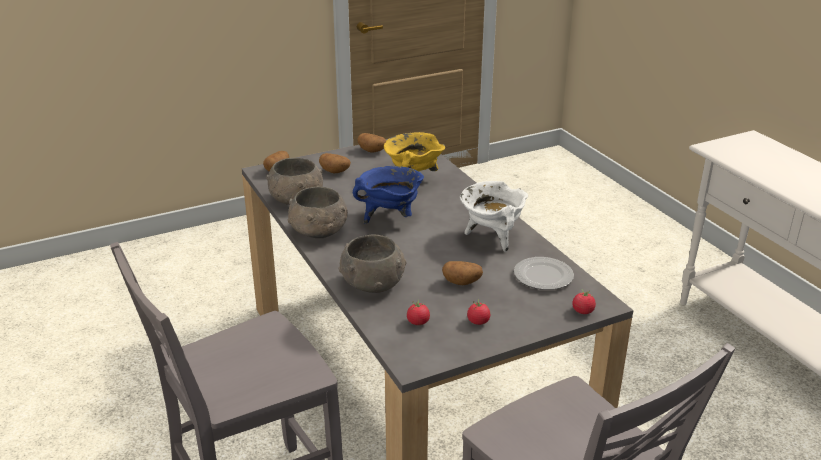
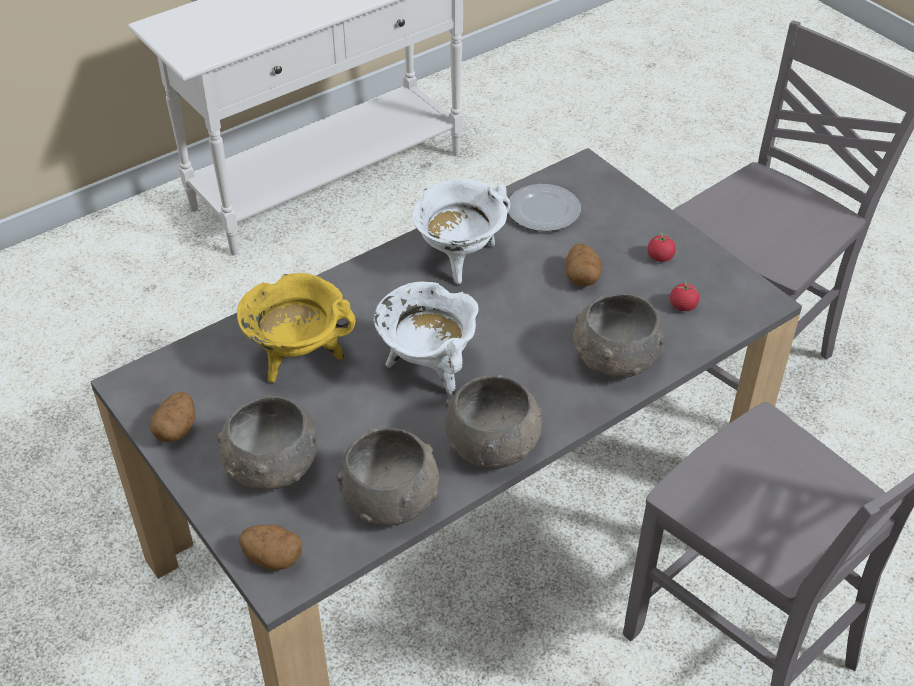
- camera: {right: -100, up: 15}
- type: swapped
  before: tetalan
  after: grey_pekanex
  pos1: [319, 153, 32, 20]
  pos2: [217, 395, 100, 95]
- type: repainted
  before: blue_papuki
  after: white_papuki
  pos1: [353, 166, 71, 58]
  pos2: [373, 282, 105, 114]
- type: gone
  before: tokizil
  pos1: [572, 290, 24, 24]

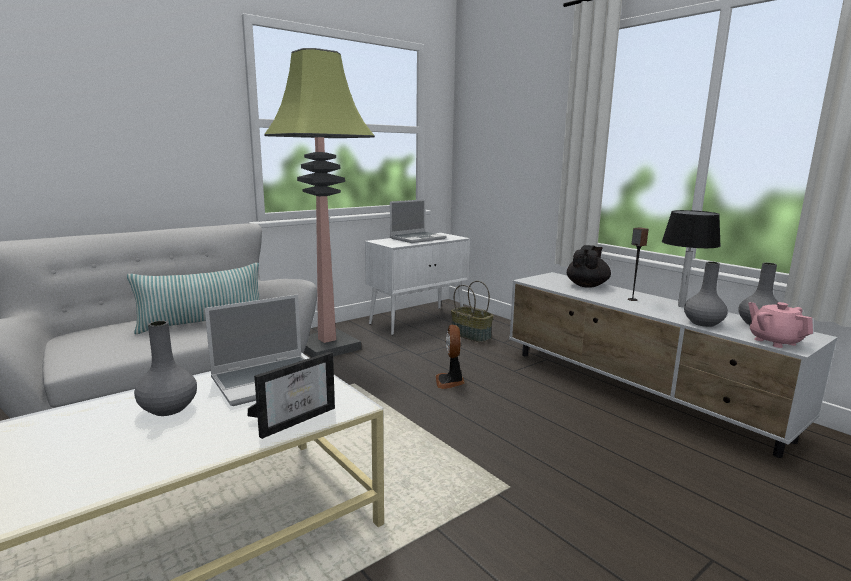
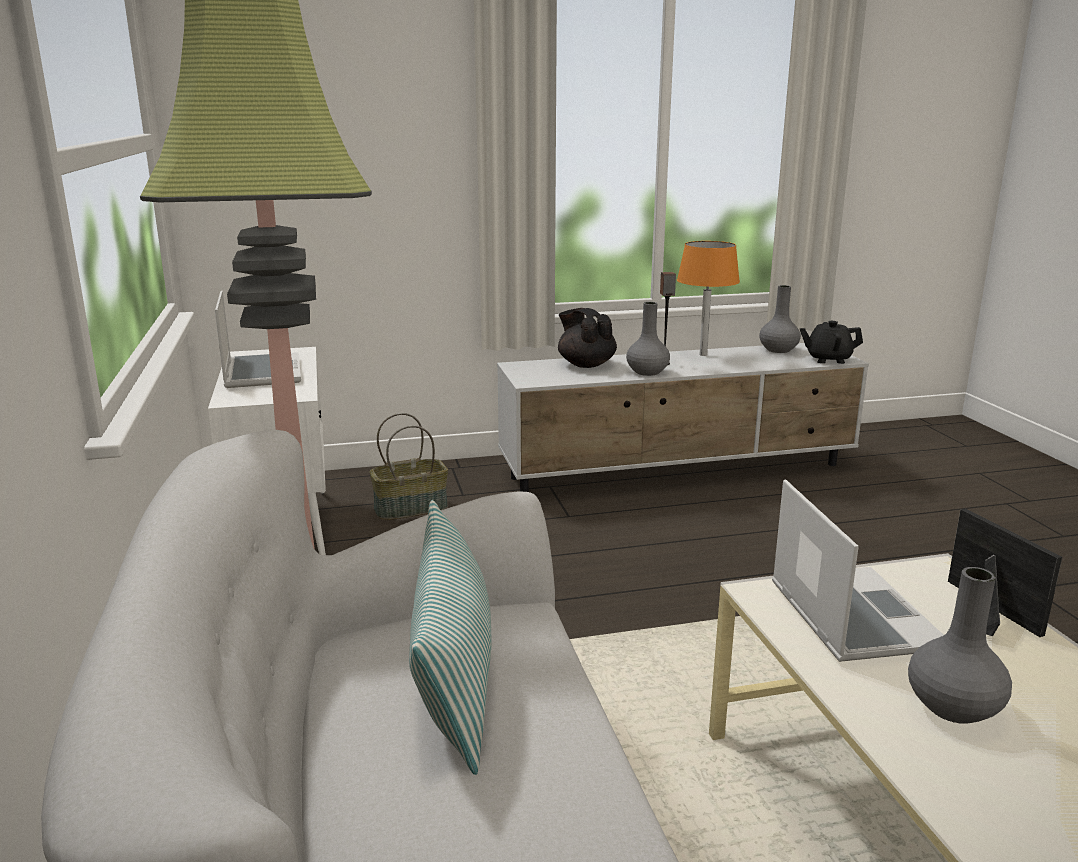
- camera: {right: -65, up: 5}
- type: repainted
  before: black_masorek
  after: orange_masorek
  pos1: [662, 210, 59, 97]
  pos2: [677, 241, 63, 115]
- type: shifted
  before: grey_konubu
  pos1: [684, 261, 44, 66]
  pos2: [626, 302, 44, 74]
- type: repainted
  before: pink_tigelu
  after: black_tigelu
  pos1: [748, 302, 65, 46]
  pos2: [800, 321, 63, 43]
- type: gone
  before: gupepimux
  pos1: [436, 325, 29, 64]

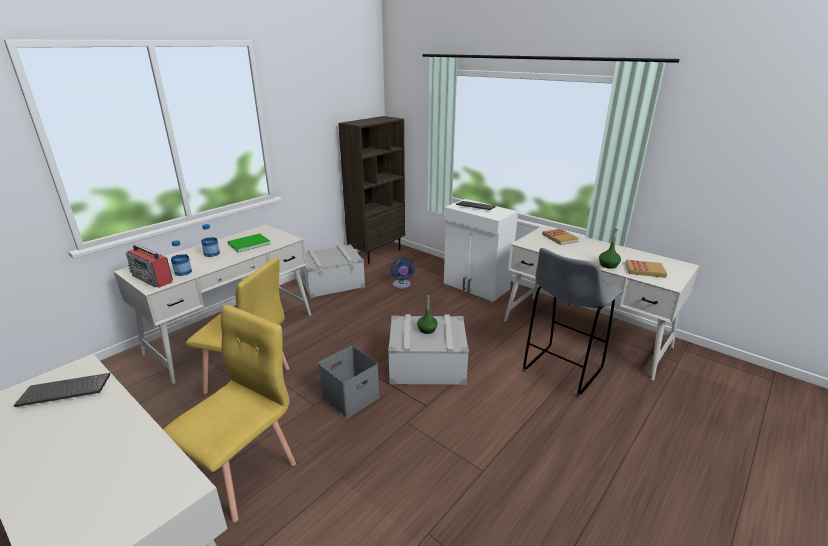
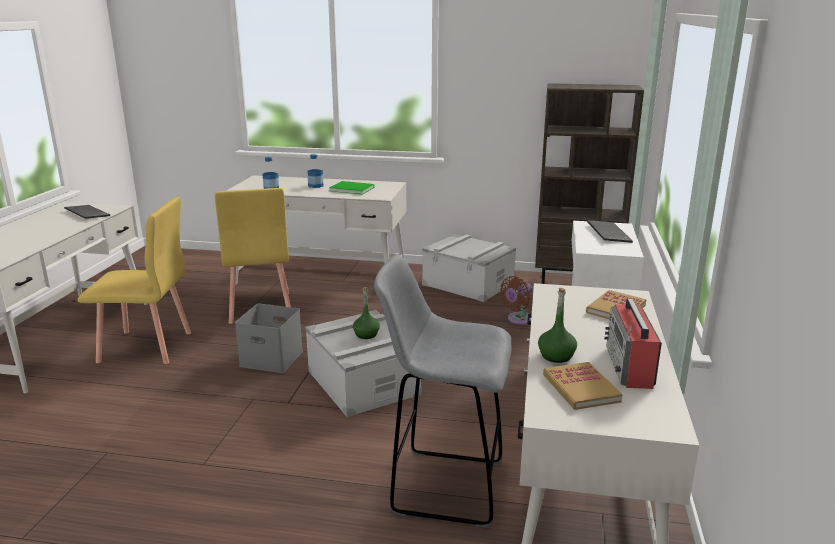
- camera: {right: 60, up: -5}
- type: shifted
  before: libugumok
  pos1: [126, 244, 47, 44]
  pos2: [604, 298, 58, 91]
- type: repainted
  before: blue_gupepimux
  after: brown_gupepimux
  pos1: [390, 257, 25, 32]
  pos2: [500, 276, 33, 49]

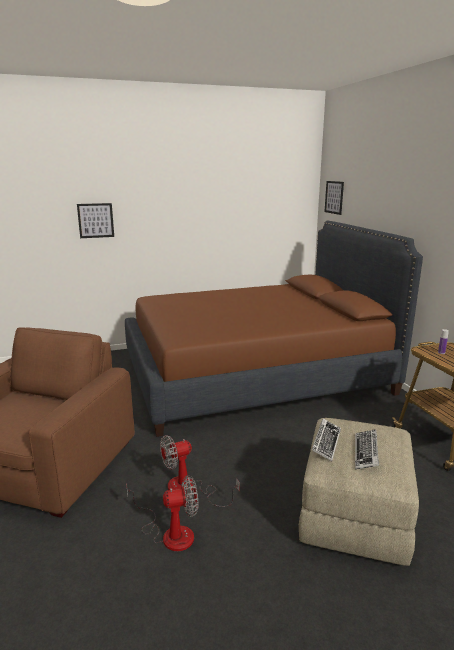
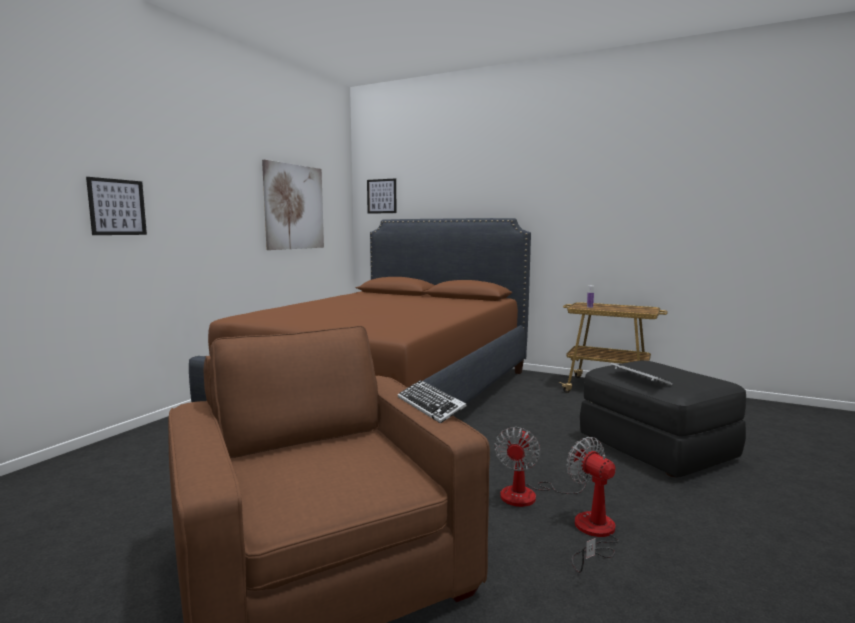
- camera: {right: -45, up: -10}
- type: repainted
  before: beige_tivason
  after: black_tivason
  pos1: [299, 418, 120, 148]
  pos2: [580, 360, 166, 118]
- type: shifted
  before: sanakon
  pos1: [355, 429, 24, 41]
  pos2: [398, 380, 69, 44]
- type: rotated
  before: gupepimux
  pos1: [126, 475, 73, 76]
  pos2: [567, 437, 52, 136]
  turn: -60
- type: new
  after: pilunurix
  pos2: [262, 160, 62, 90]

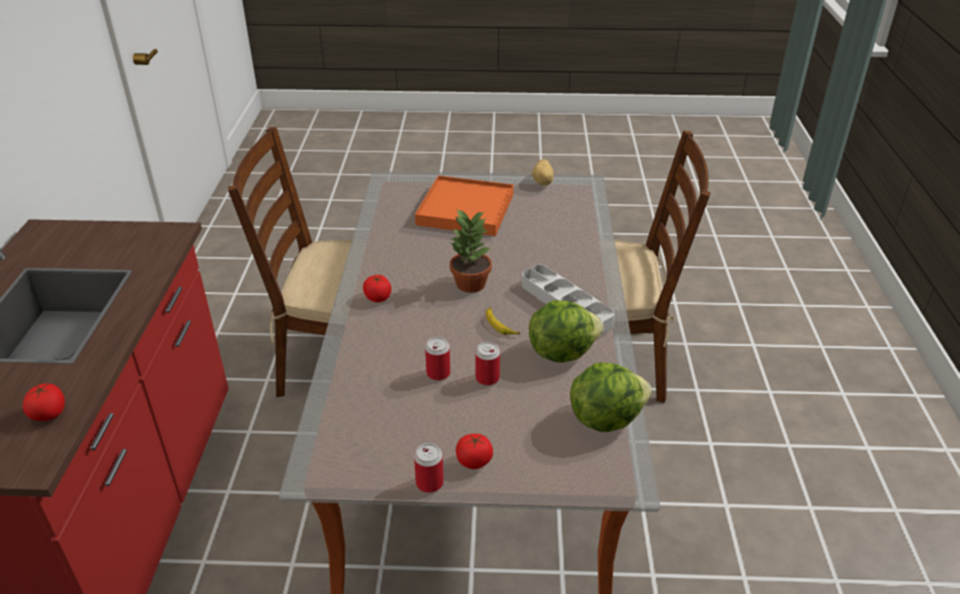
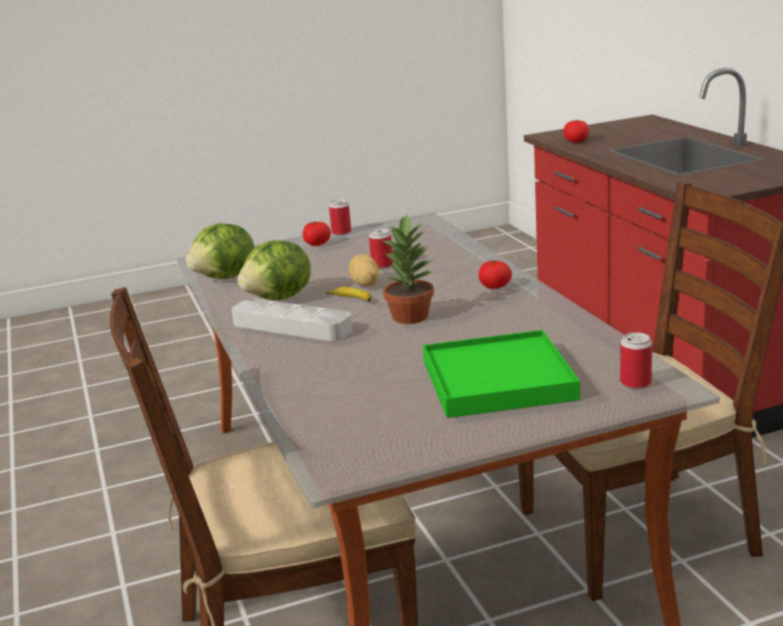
- camera: {right: 160, up: -15}
- type: shifted
  before: tetalan
  pos1: [532, 159, 22, 26]
  pos2: [349, 254, 30, 32]
- type: repainted
  before: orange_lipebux
  after: green_lipebux
  pos1: [415, 175, 99, 61]
  pos2: [423, 330, 157, 88]
- type: shifted
  before: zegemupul
  pos1: [475, 342, 25, 44]
  pos2: [620, 332, 32, 57]

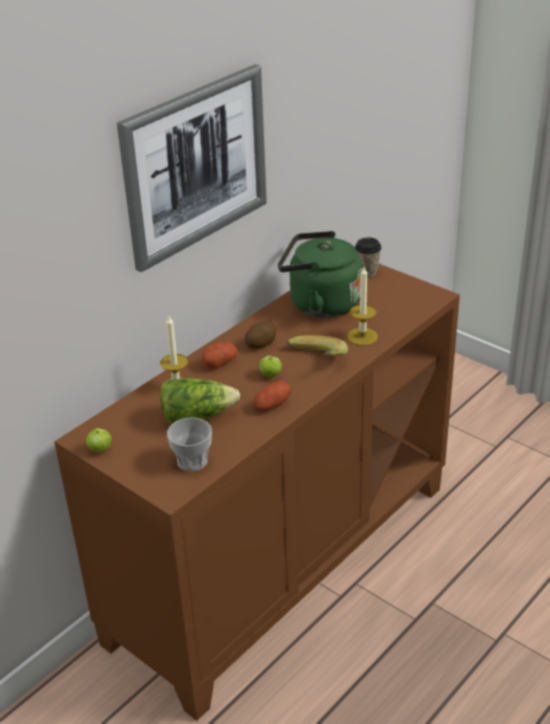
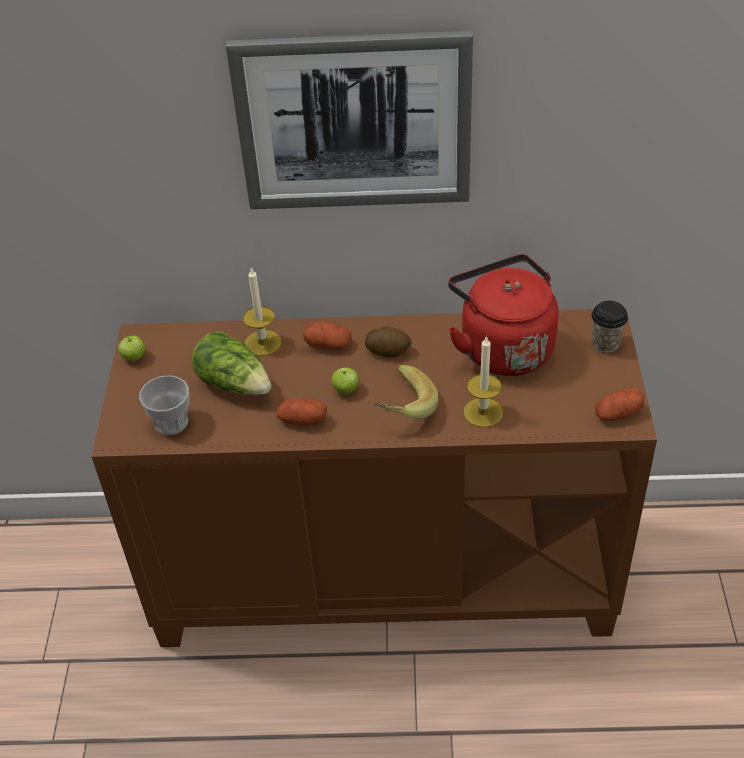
- camera: {right: 50, up: 10}
- type: repainted
  before: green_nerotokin
  after: red_nerotokin
  pos1: [278, 231, 84, 87]
  pos2: [448, 254, 111, 122]
- type: new
  after: tetalan
  pos2: [595, 388, 50, 33]

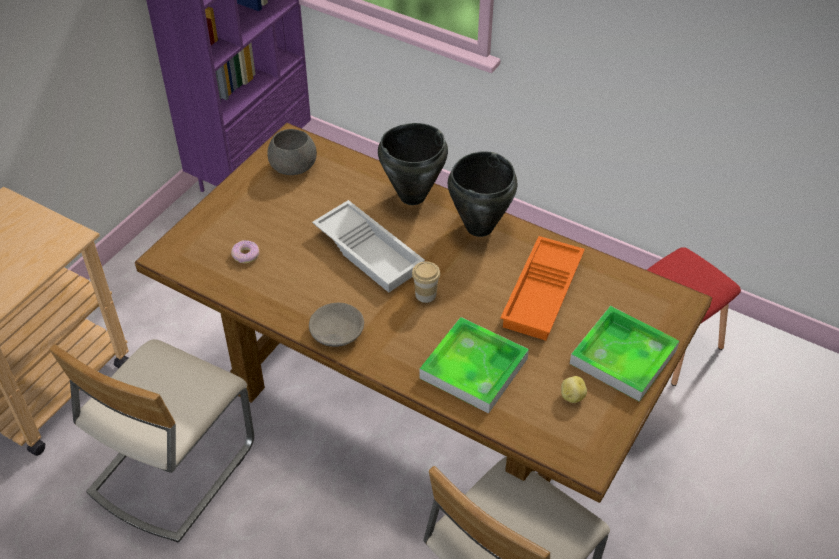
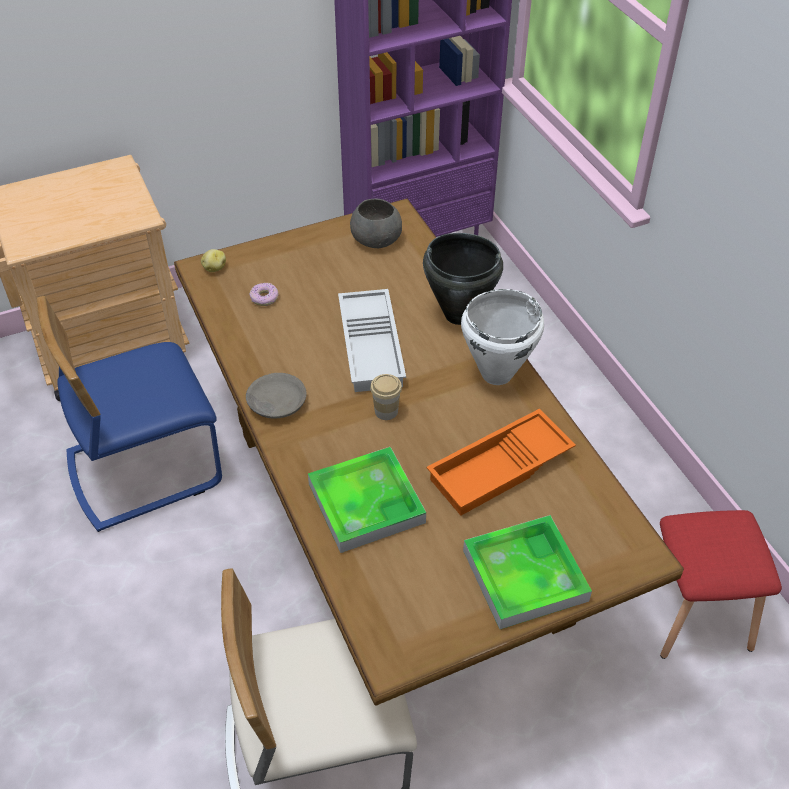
- camera: {right: 35, up: 0}
- type: repainted
  before: black_papuki
  after: white_papuki
  pos1: [448, 151, 69, 86]
  pos2: [461, 289, 83, 96]
- type: repainted
  before: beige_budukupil
  after: blue_budukupil
  pos1: [49, 339, 205, 204]
  pos2: [37, 296, 185, 236]
- type: shifted
  before: tetalan
  pos1: [561, 376, 26, 27]
  pos2: [201, 249, 25, 23]

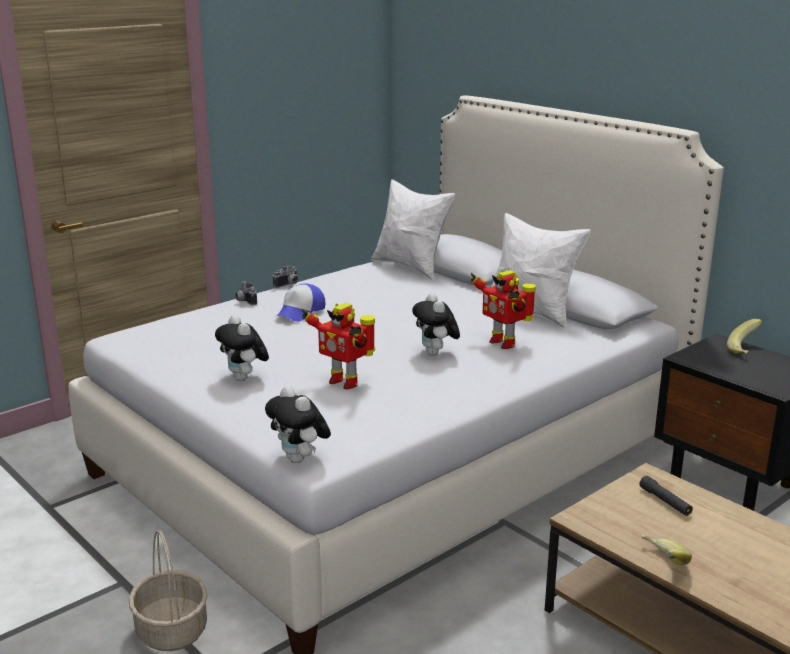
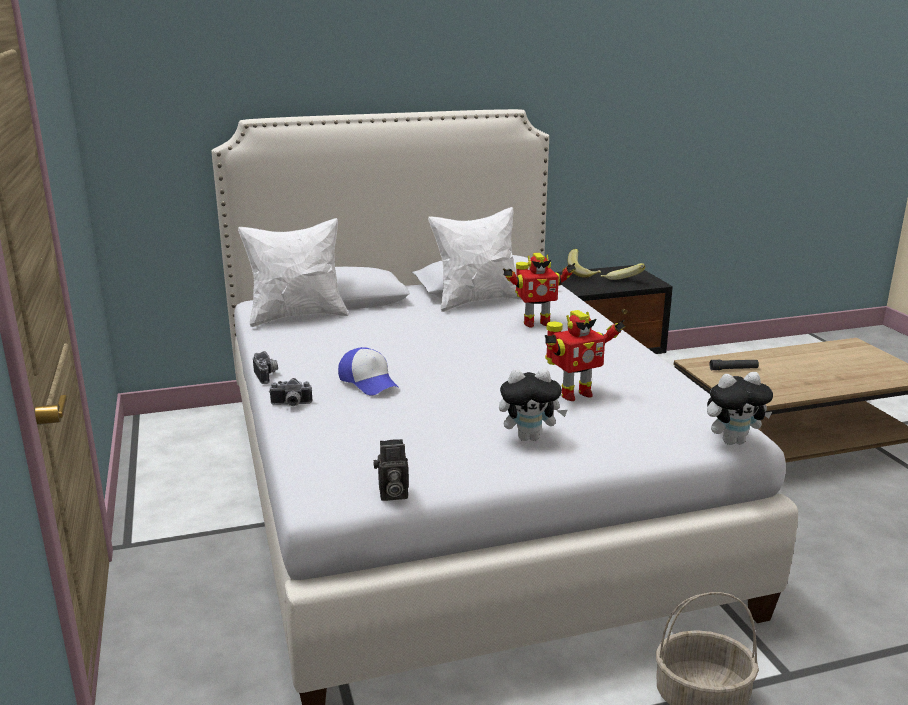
- camera: {right: -65, up: 0}
- type: gone
  before: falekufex
  pos1: [412, 293, 48, 63]
- type: shifted
  before: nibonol
  pos1: [642, 534, 50, 31]
  pos2: [601, 263, 44, 17]
- type: new
  after: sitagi
  pos2: [373, 439, 36, 62]

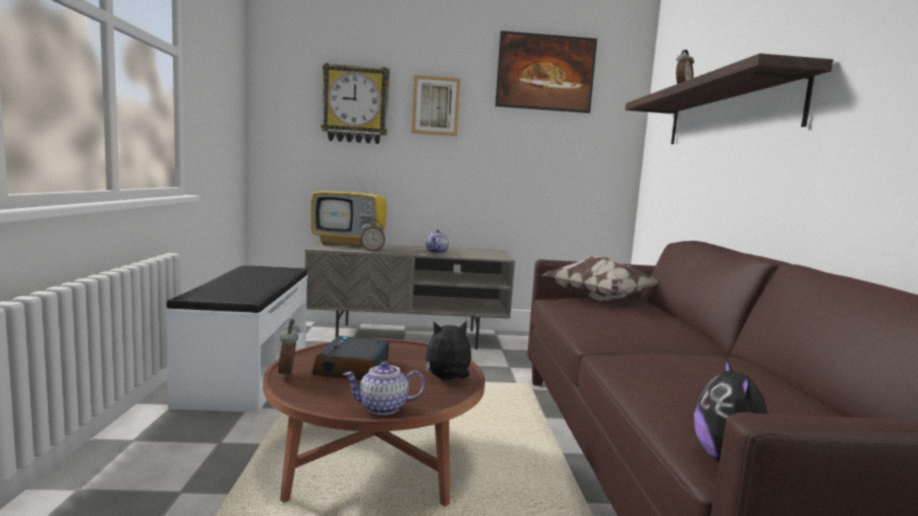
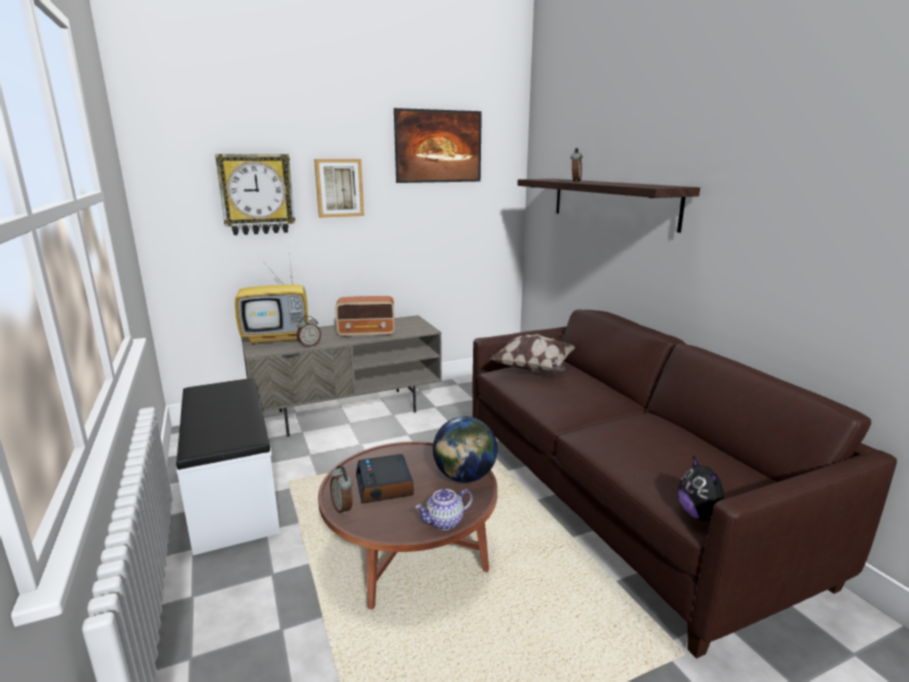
- camera: {right: -20, up: 10}
- type: swapped
  before: tigelu
  after: libugumok
  pos1: [426, 229, 23, 24]
  pos2: [335, 296, 60, 41]
- type: swapped
  before: falekufex
  after: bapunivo
  pos1: [425, 321, 46, 59]
  pos2: [433, 416, 65, 66]

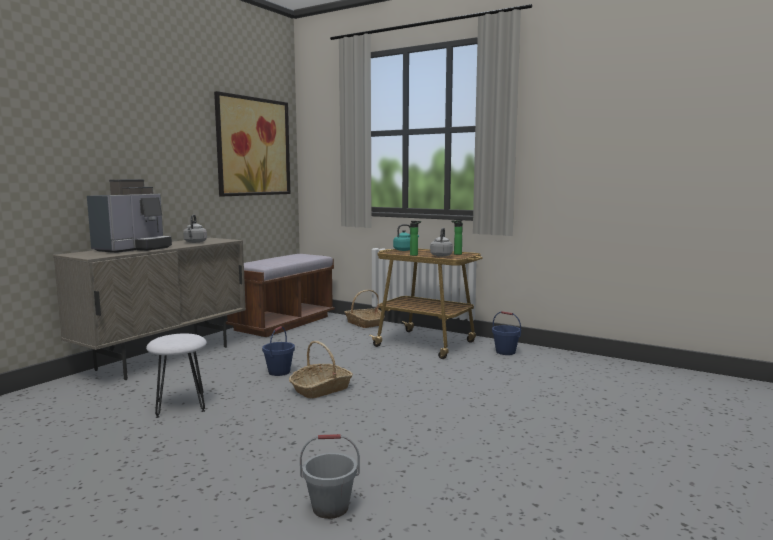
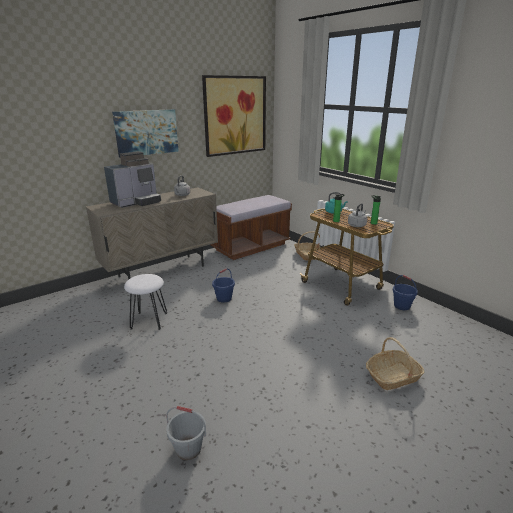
- camera: {right: 20, up: 15}
- type: shifted
  before: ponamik
  pos1: [289, 341, 64, 57]
  pos2: [366, 337, 59, 53]
- type: new
  after: pilunurix
  pos2: [112, 109, 67, 48]

